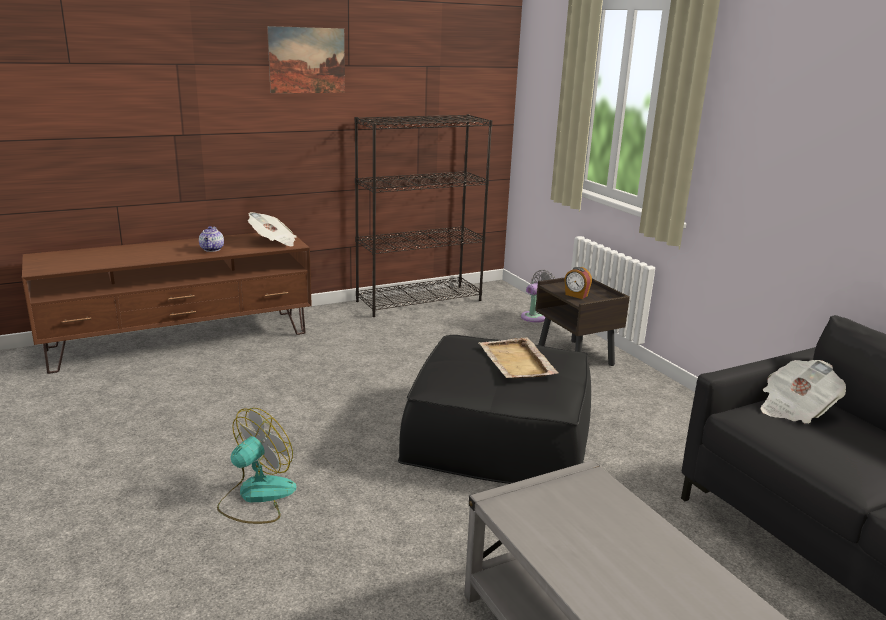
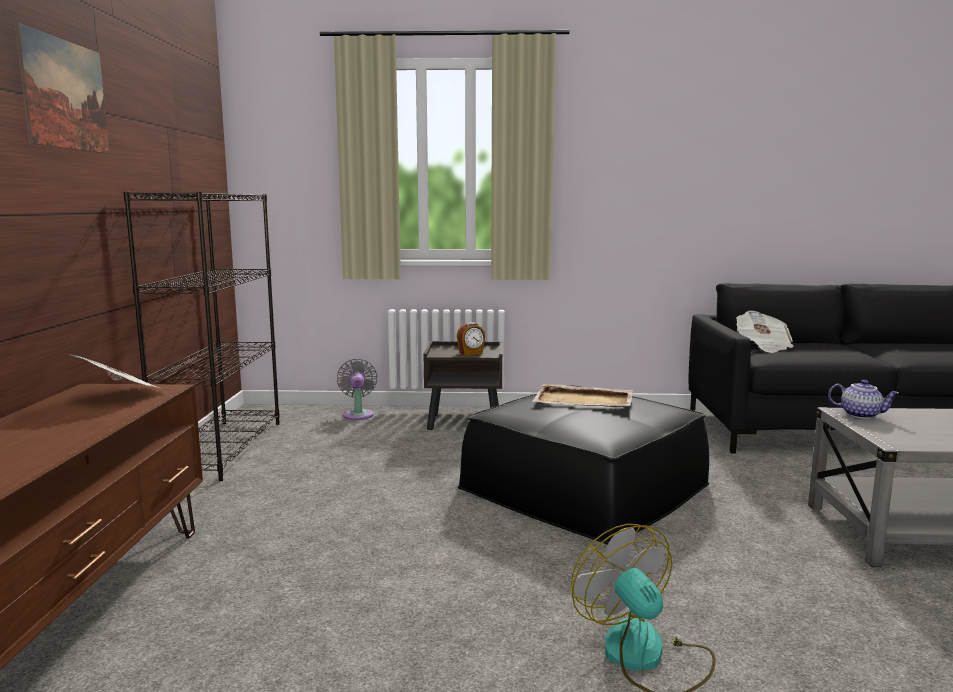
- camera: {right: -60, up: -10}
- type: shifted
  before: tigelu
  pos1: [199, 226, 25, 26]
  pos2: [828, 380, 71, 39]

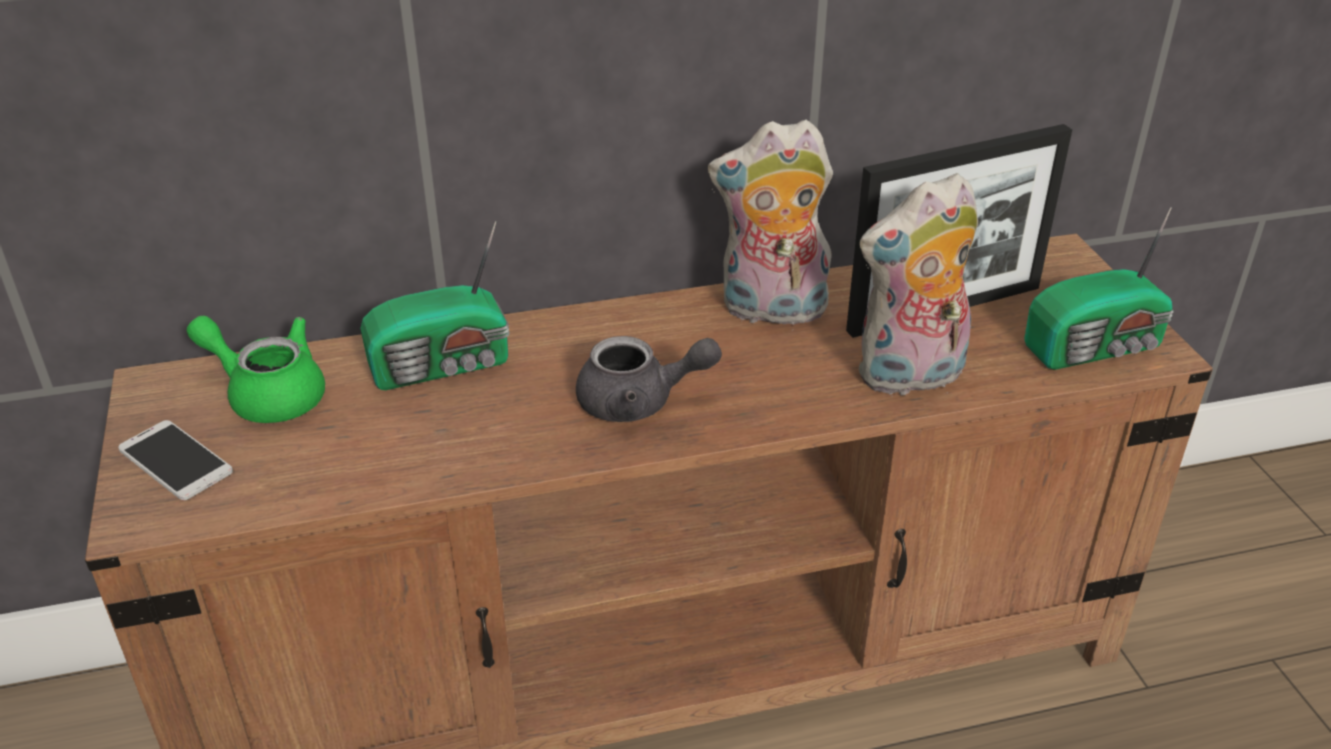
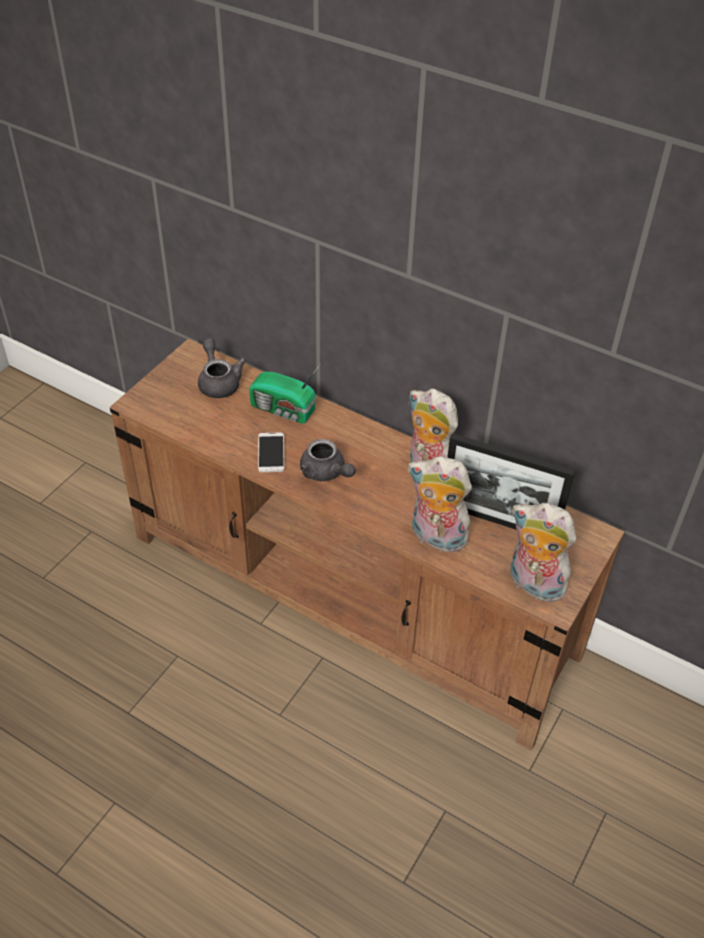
- camera: {right: 45, up: 10}
- type: swapped
  before: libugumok
  after: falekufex
  pos1: [1024, 207, 150, 163]
  pos2: [510, 503, 66, 100]
- type: repainted
  before: green_tigelu
  after: grey_tigelu
  pos1: [187, 316, 138, 107]
  pos2: [198, 338, 48, 60]
- type: shifted
  before: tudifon
  pos1: [118, 420, 115, 80]
  pos2: [258, 433, 27, 39]

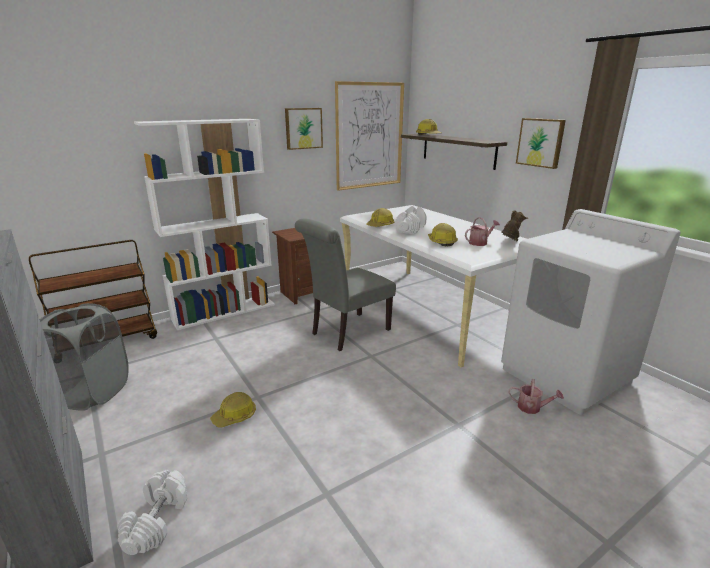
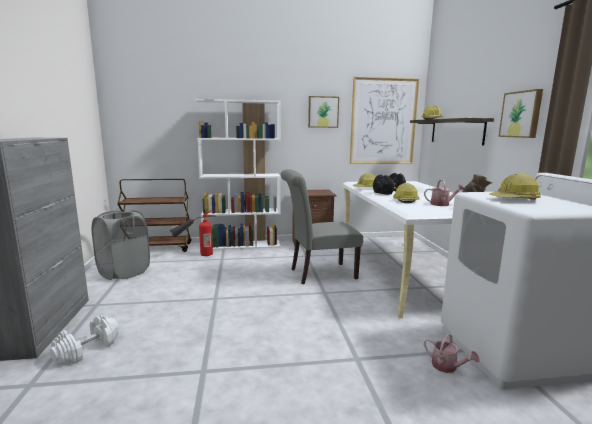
- camera: {right: 25, up: -10}
- type: repainted
  before: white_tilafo
  after: black_tilafo
  pos1: [395, 206, 32, 28]
  pos2: [373, 173, 33, 22]
- type: shifted
  before: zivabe
  pos1: [210, 392, 46, 36]
  pos2: [489, 173, 52, 27]
- type: new
  after: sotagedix
  pos2: [170, 210, 45, 46]

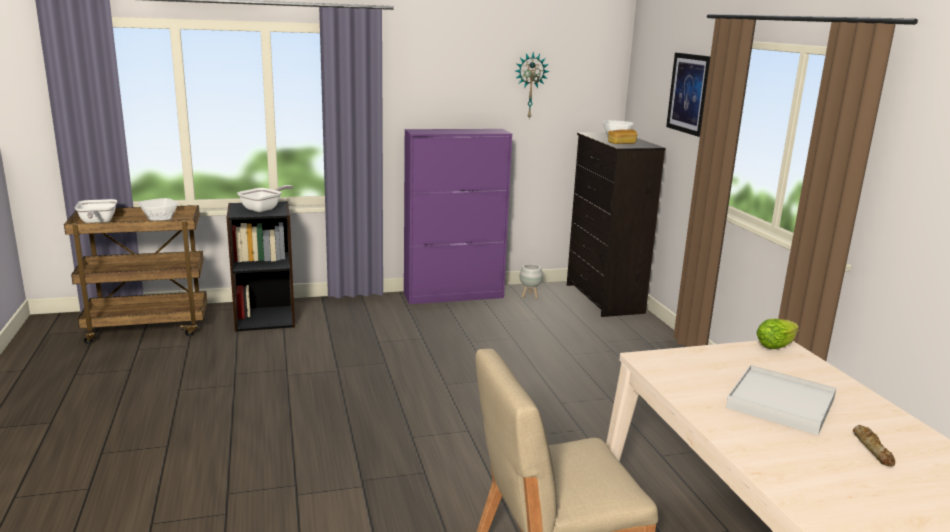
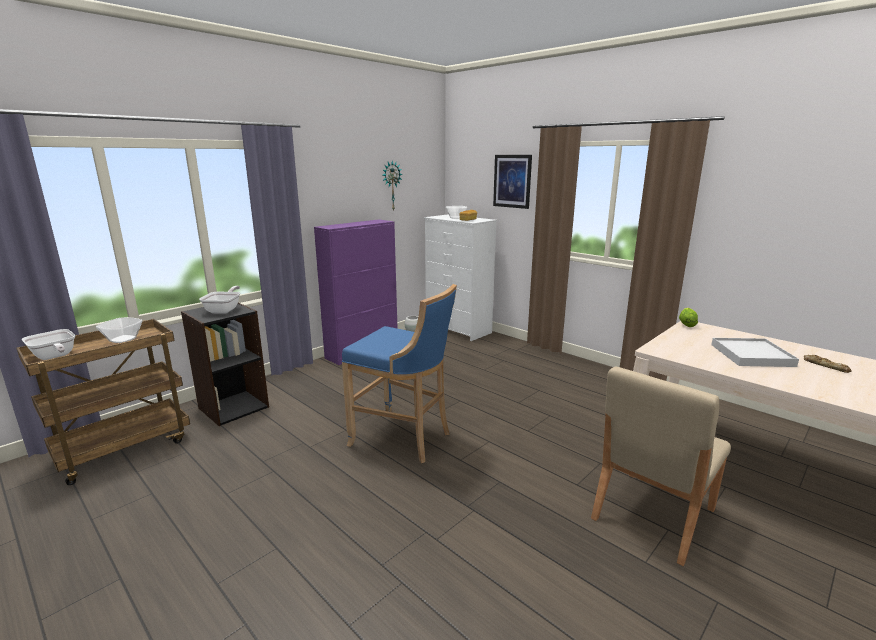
- camera: {right: -30, up: 0}
- type: repainted
  before: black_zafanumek
  after: white_zafanumek
  pos1: [567, 132, 99, 185]
  pos2: [424, 215, 73, 126]
- type: new
  after: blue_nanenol
  pos2: [342, 284, 115, 179]

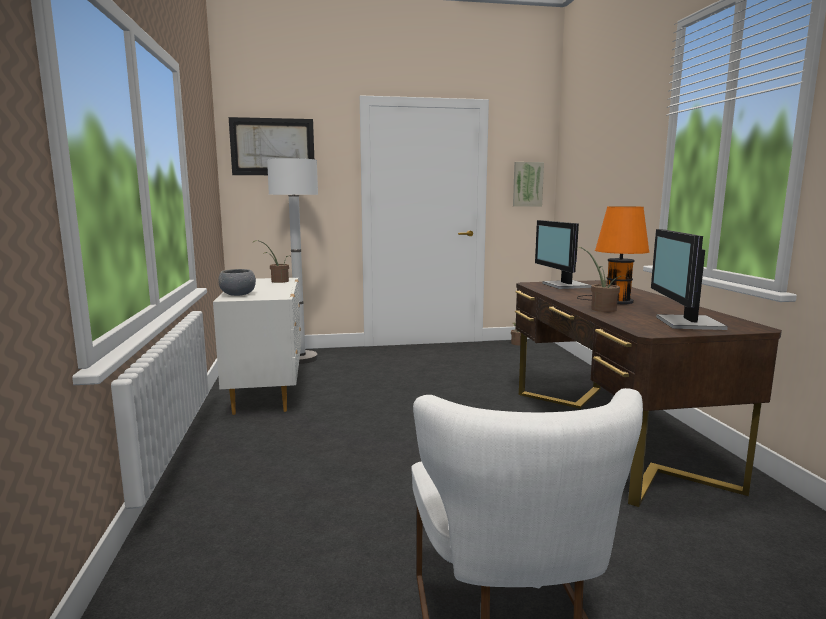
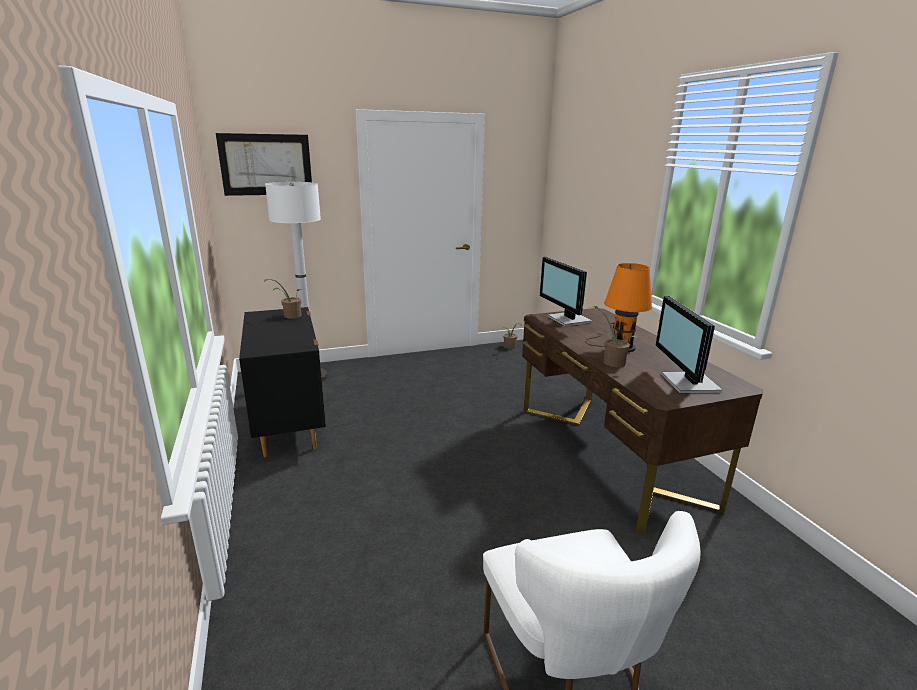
- camera: {right: -10, up: 10}
- type: gone
  before: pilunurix
  pos1: [513, 162, 31, 45]
- type: gone
  before: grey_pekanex
  pos1: [218, 269, 38, 27]
- type: repainted
  before: white_zafanumek
  after: black_zafanumek
  pos1: [213, 278, 88, 137]
  pos2: [239, 307, 87, 151]

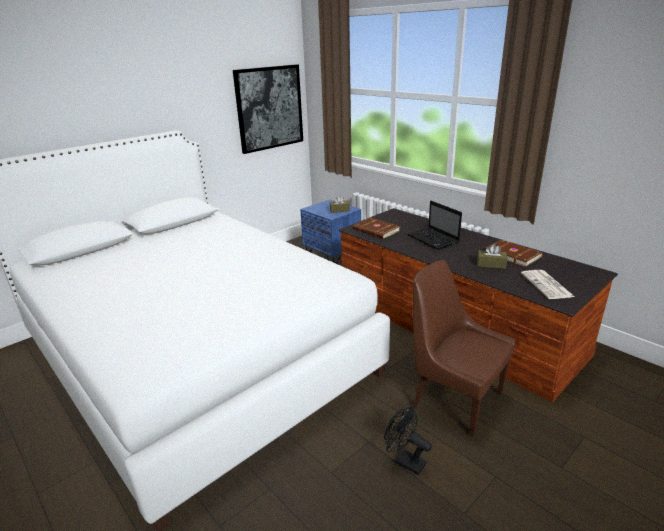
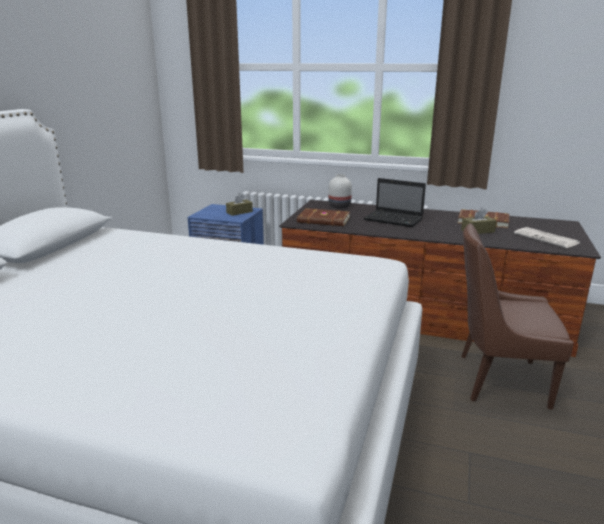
- camera: {right: -30, up: -5}
- type: gone
  before: pilunurix
  pos1: [233, 64, 70, 90]
- type: gone
  before: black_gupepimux
  pos1: [384, 407, 48, 68]
- type: new
  after: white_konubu
  pos2: [328, 174, 24, 35]

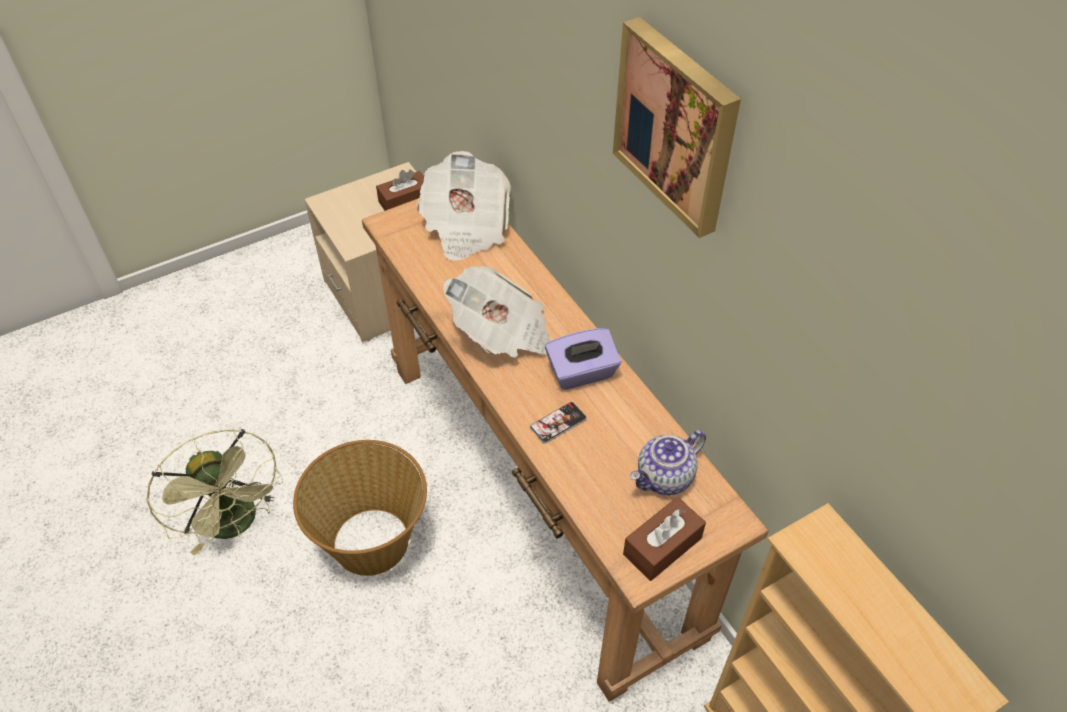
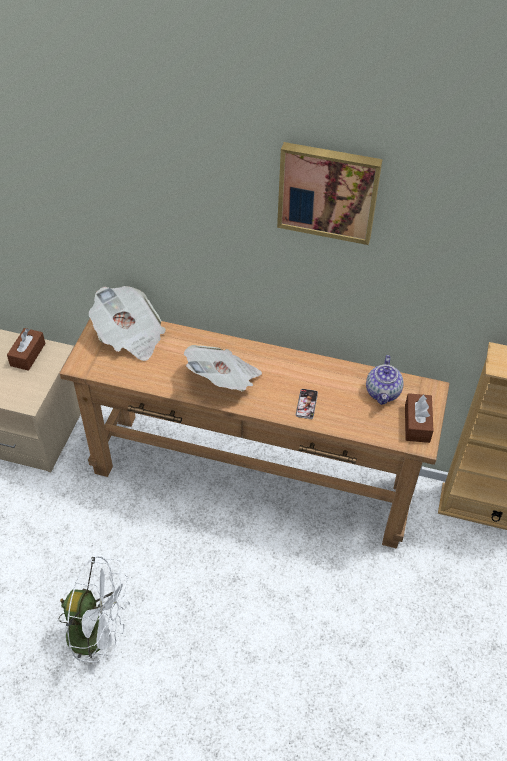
- camera: {right: -45, up: 0}
- type: gone
  before: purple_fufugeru
  pos1: [545, 328, 76, 62]
- type: repainted
  before: green_gupepimux
  after: white_gupepimux
  pos1: [147, 429, 136, 127]
  pos2: [59, 556, 71, 118]
- type: gone
  before: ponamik
  pos1: [293, 440, 134, 136]

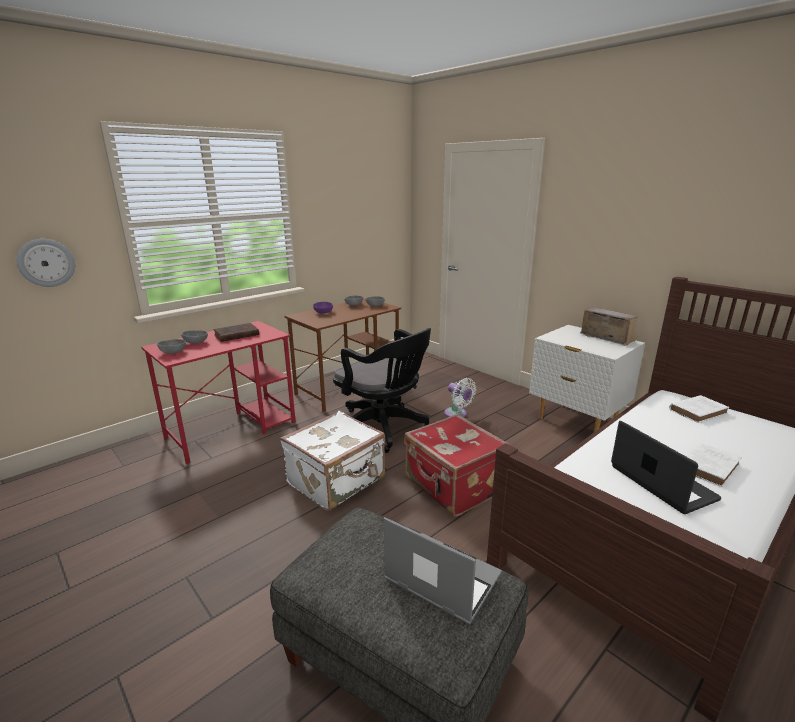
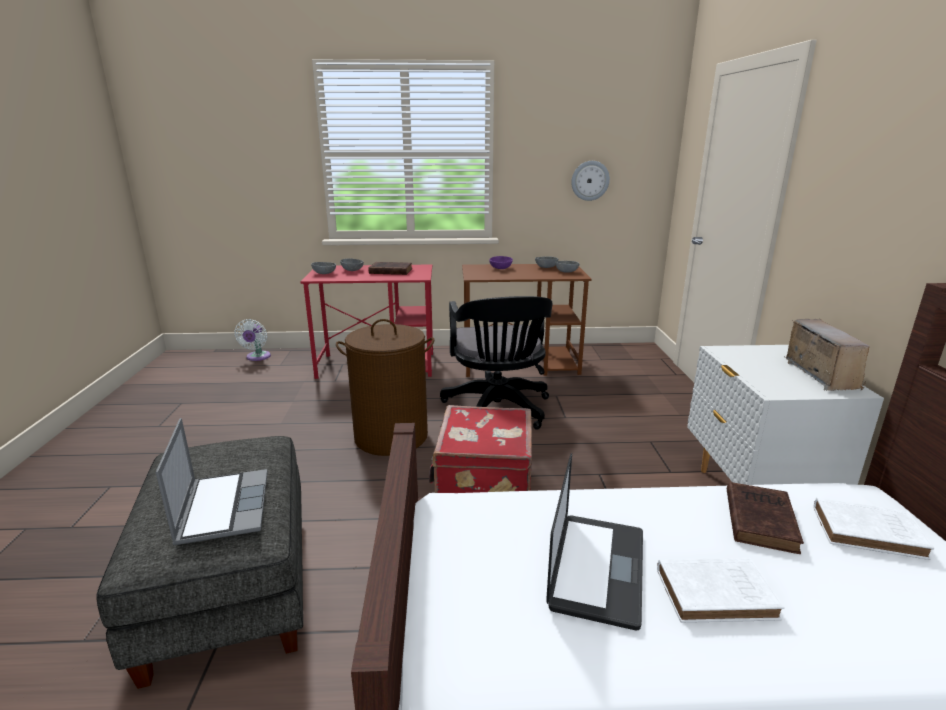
- camera: {right: 40, up: 0}
- type: shifted
  before: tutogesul
  pos1: [17, 239, 58, 48]
  pos2: [571, 161, 39, 40]
- type: shifted
  before: white_gupepimux
  pos1: [444, 378, 32, 40]
  pos2: [234, 319, 37, 42]
- type: swapped
  before: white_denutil
  after: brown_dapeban
  pos1: [280, 411, 105, 100]
  pos2: [336, 319, 98, 137]
- type: new
  after: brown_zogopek
  pos2: [727, 482, 77, 72]

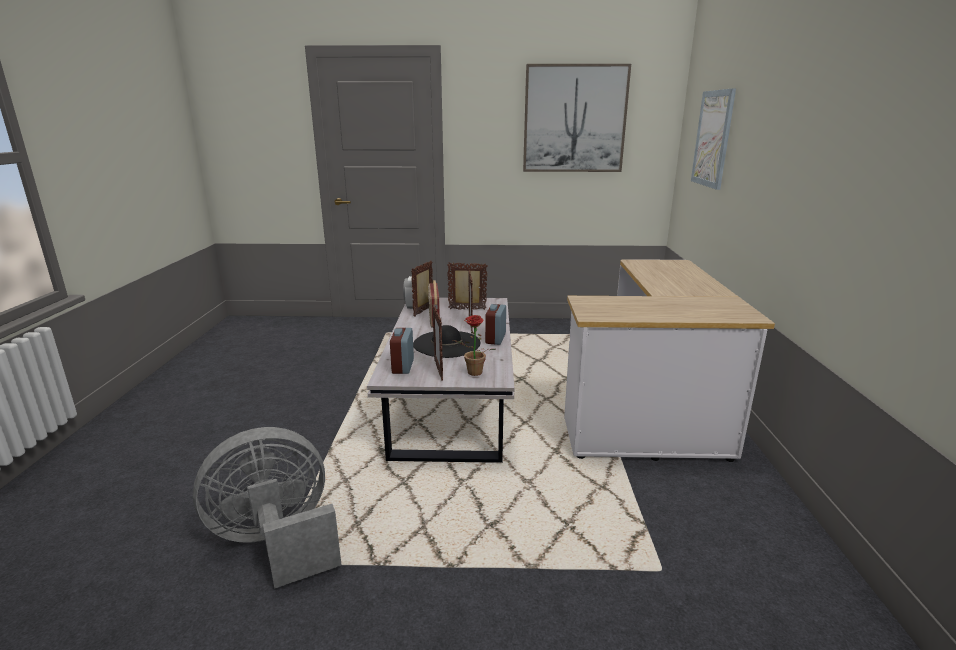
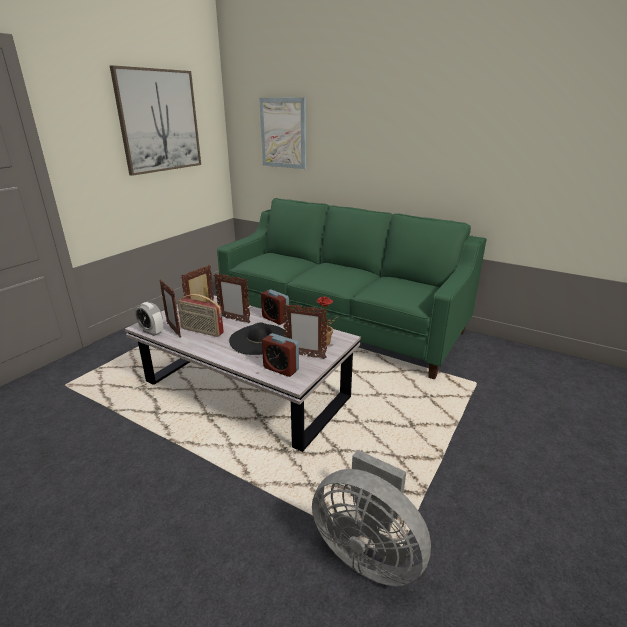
- camera: {right: -60, up: 5}
- type: swapped
  before: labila
  after: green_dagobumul
  pos1: [564, 259, 211, 203]
  pos2: [217, 198, 270, 181]
- type: rotated
  before: grey_gupepimux
  pos1: [193, 427, 149, 162]
  pos2: [312, 450, 119, 136]
  turn: -60

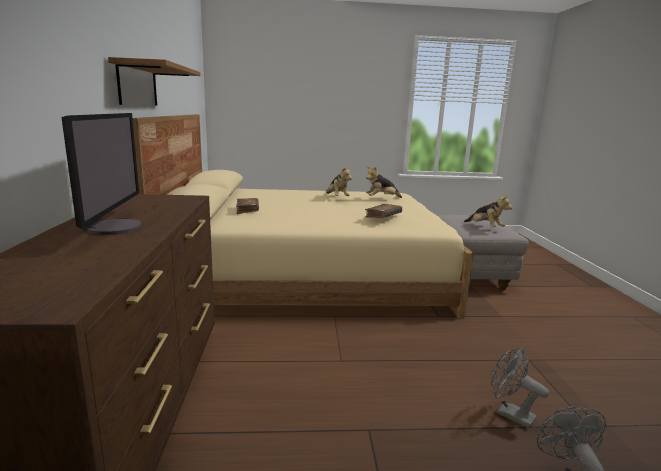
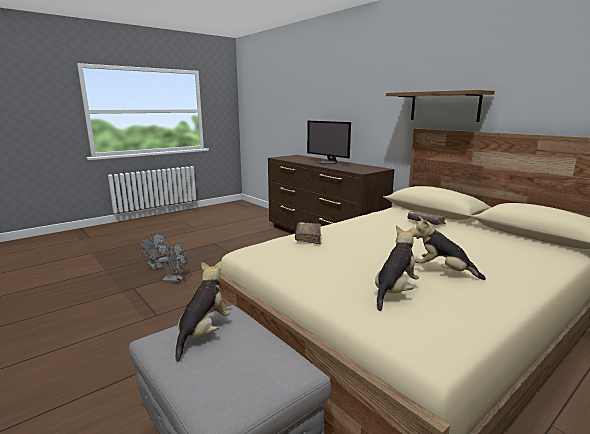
- camera: {right: 145, up: 0}
- type: rotated
  before: falekufex
  pos1: [464, 194, 48, 33]
  pos2: [175, 261, 56, 101]
  turn: 90

